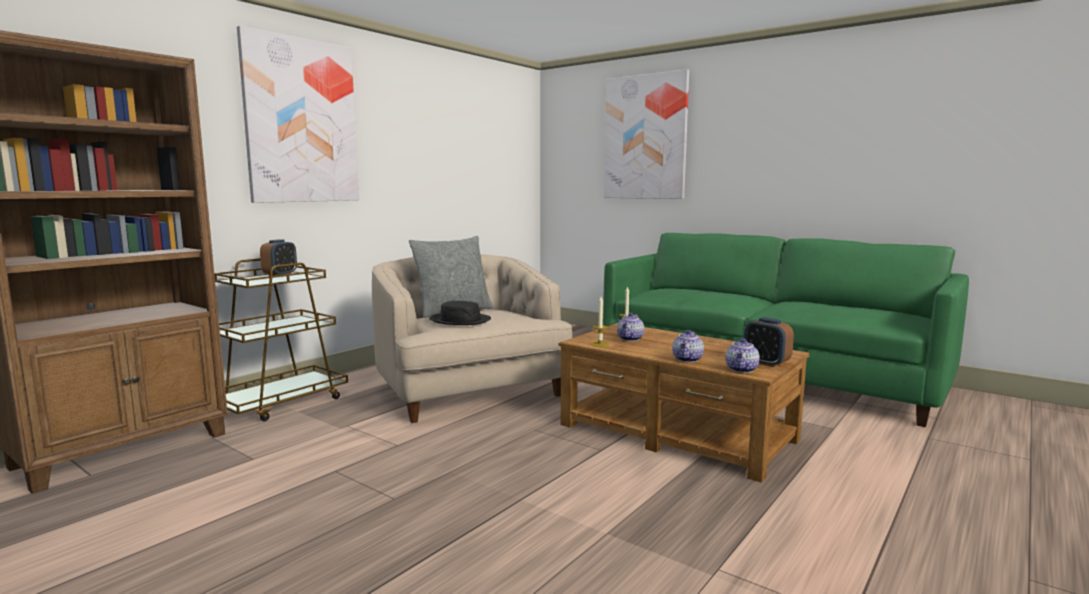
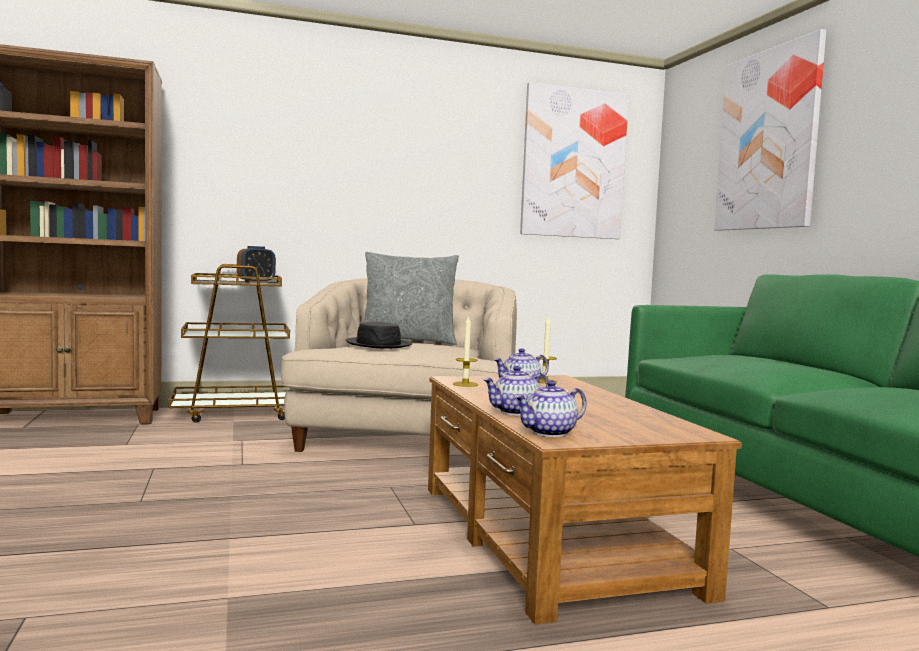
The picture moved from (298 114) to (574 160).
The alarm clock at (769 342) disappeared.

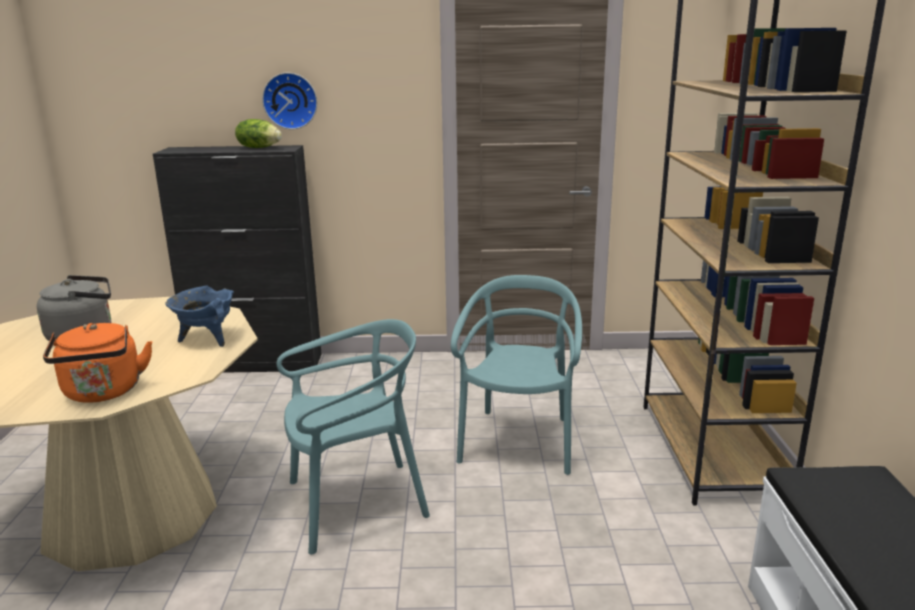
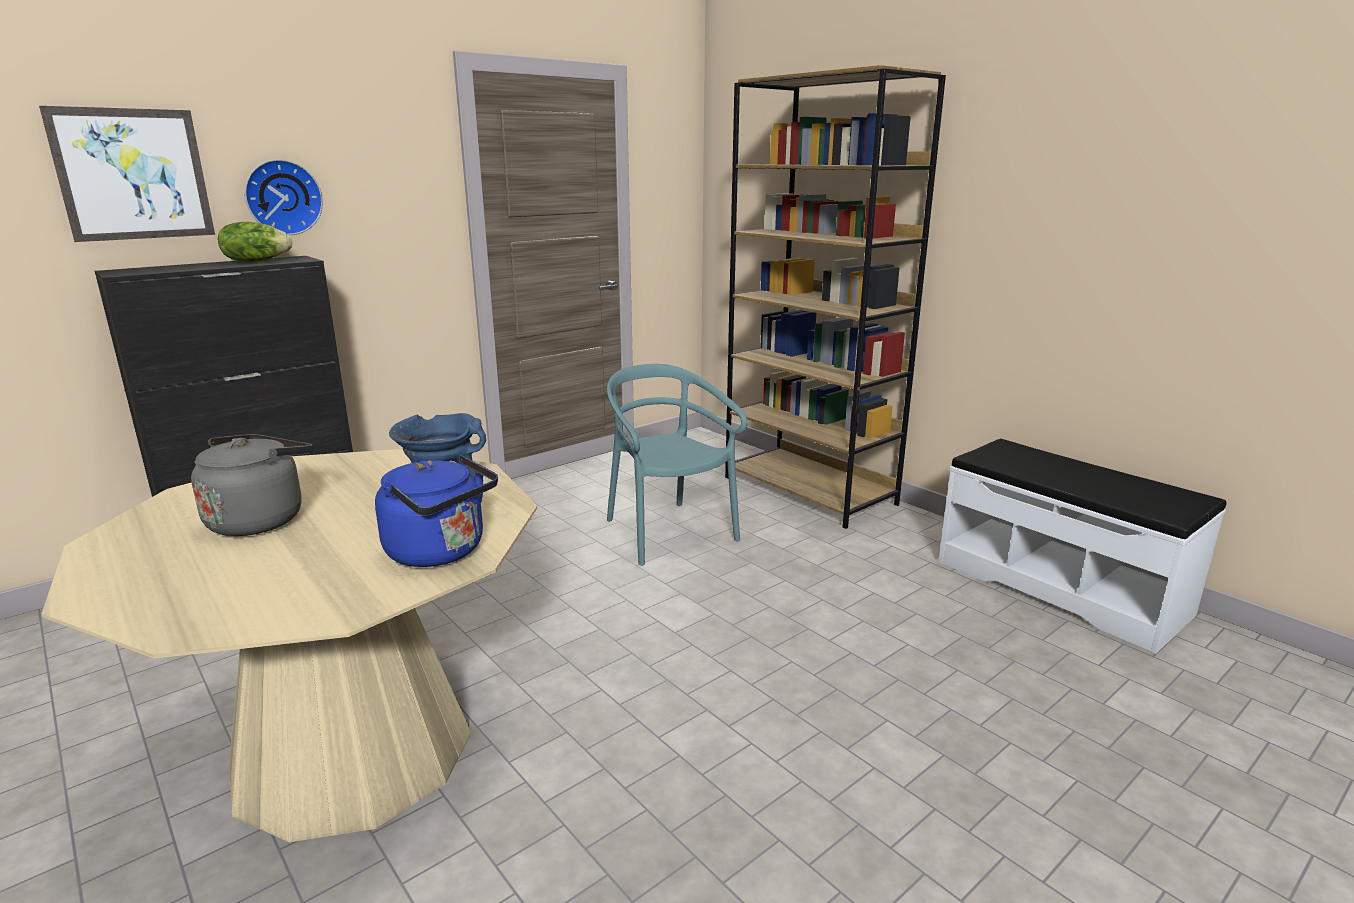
The turquoise chair at (353 436) disappeared.
The orange kettle at (98 363) became the blue kettle at (436 510).
The picture at (127 174) appeared.

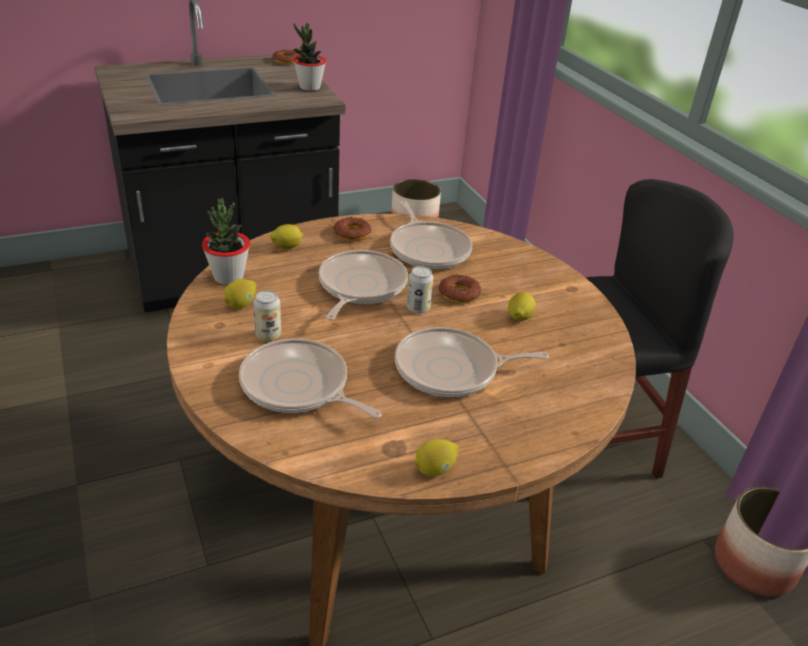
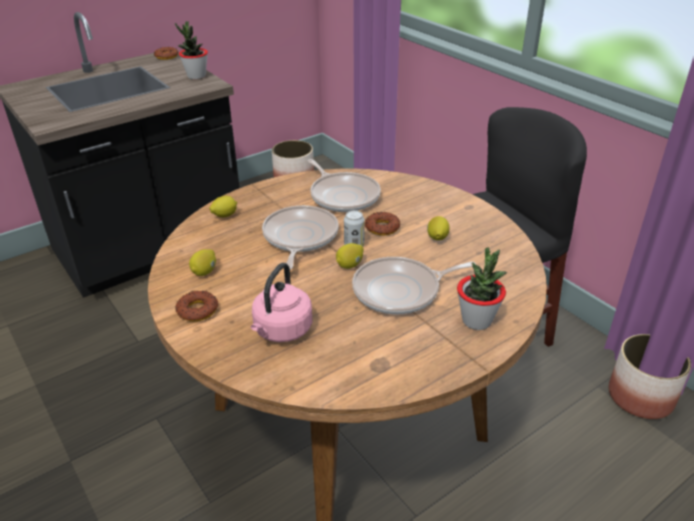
The potted plant moved from (226 241) to (482 288).
The donut moved from (352 229) to (196 306).
The can at (267 315) disappeared.
The frying pan at (310 378) was replaced by the pink kettle at (281 302).
The lemon moved from (437 457) to (350 256).

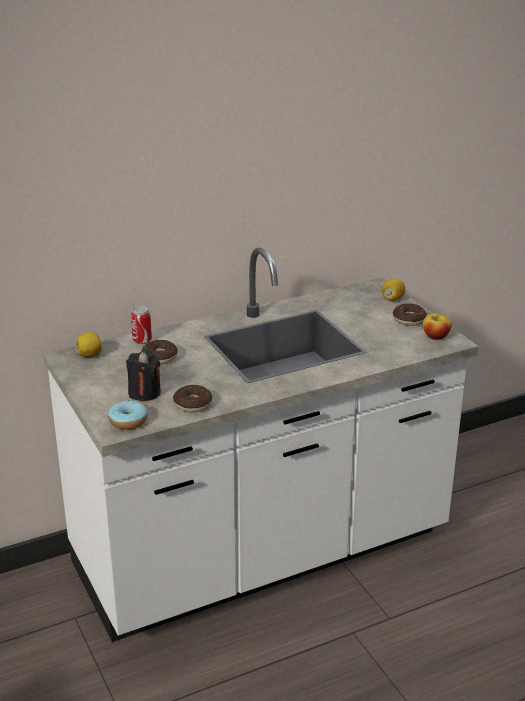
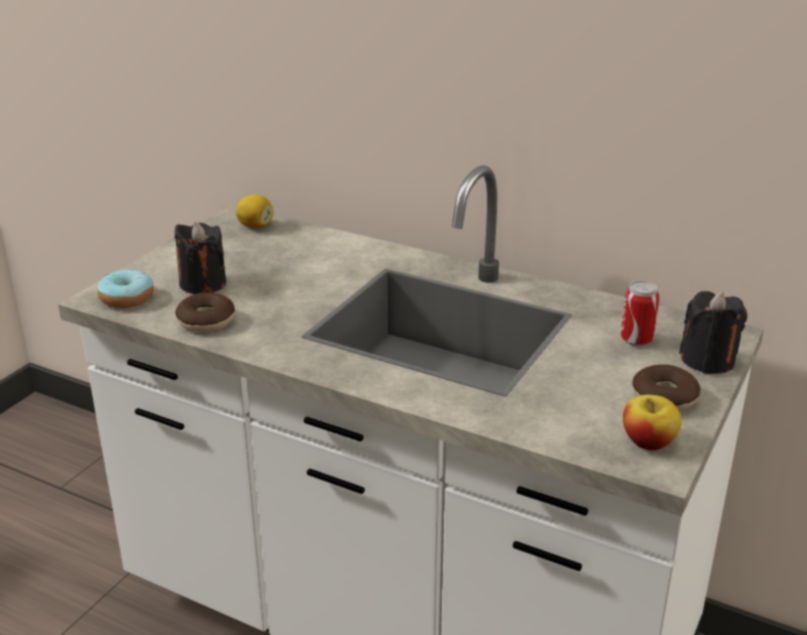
The lemon at (394 290) was replaced by the black candle at (713 332).
The can moved from (141 325) to (640 313).
The donut at (159 352) disappeared.

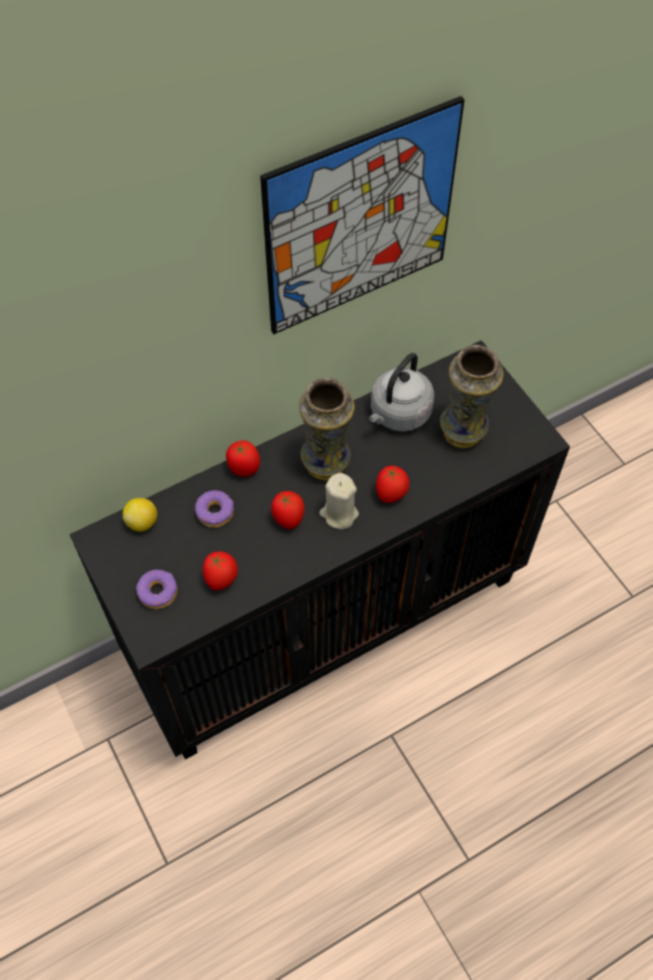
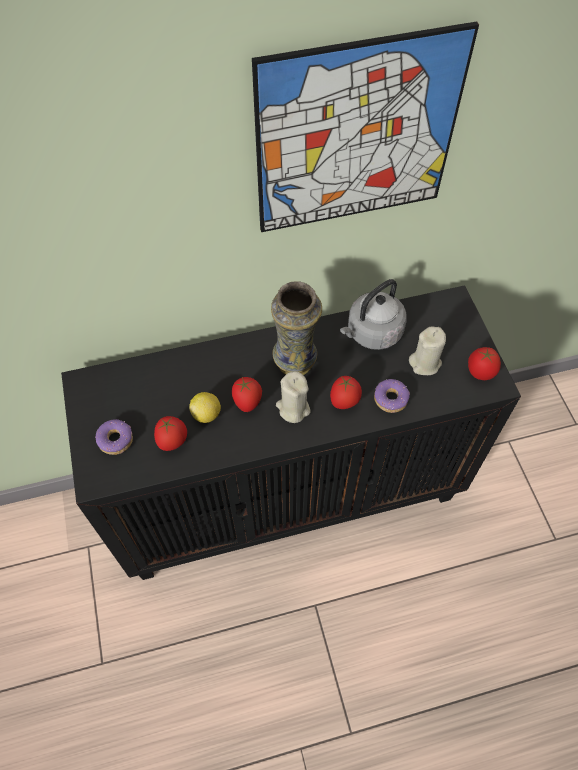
The vase at (472 397) was replaced by the beige candle at (427 350).
The tomato moved from (243 458) to (484 363).
The donut moved from (214 509) to (392 396).
The lemon moved from (140 515) to (205 407).

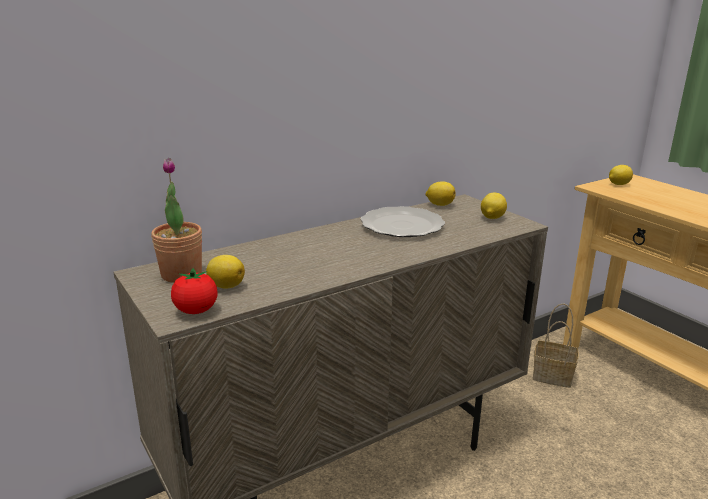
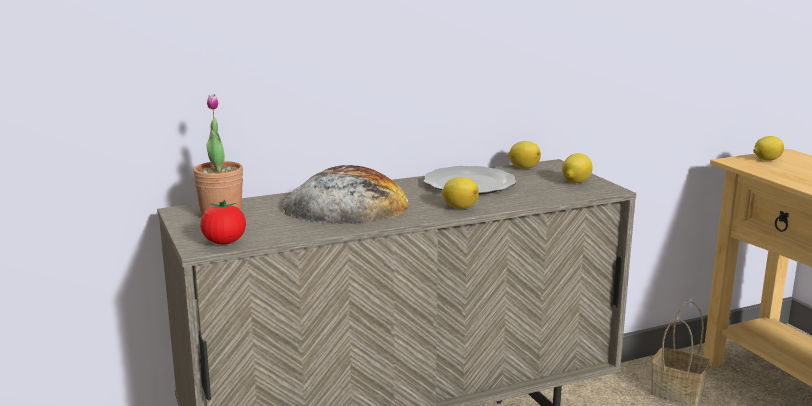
The lemon moved from (225 272) to (460 193).
The bread at (345 194) appeared.

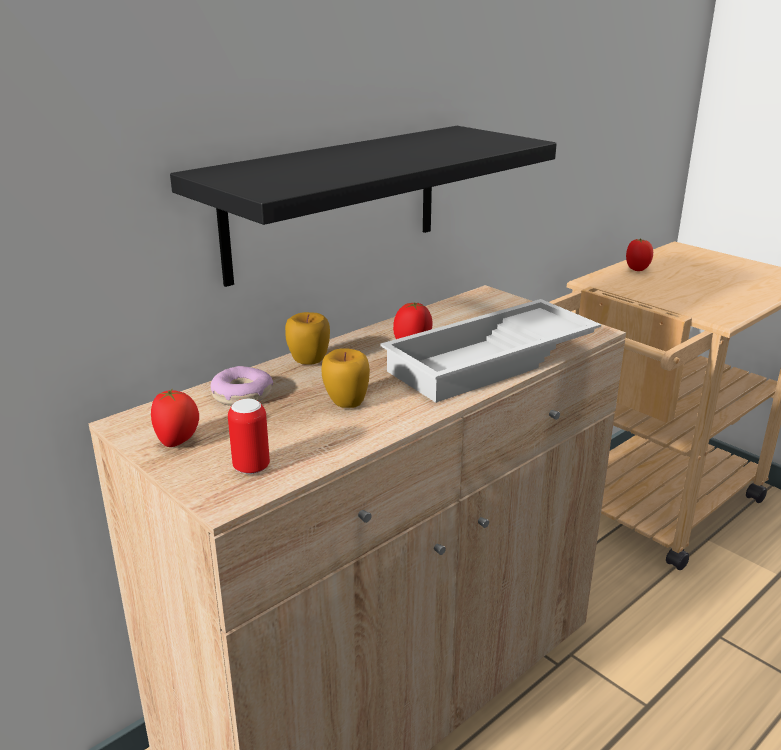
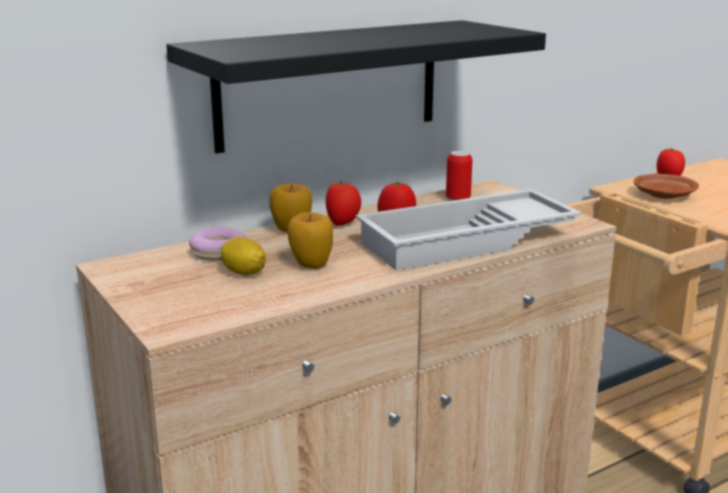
The tomato moved from (175 417) to (343 203).
The can moved from (249 436) to (459 175).
The brown plate at (666 186) appeared.
The lemon at (243 256) appeared.

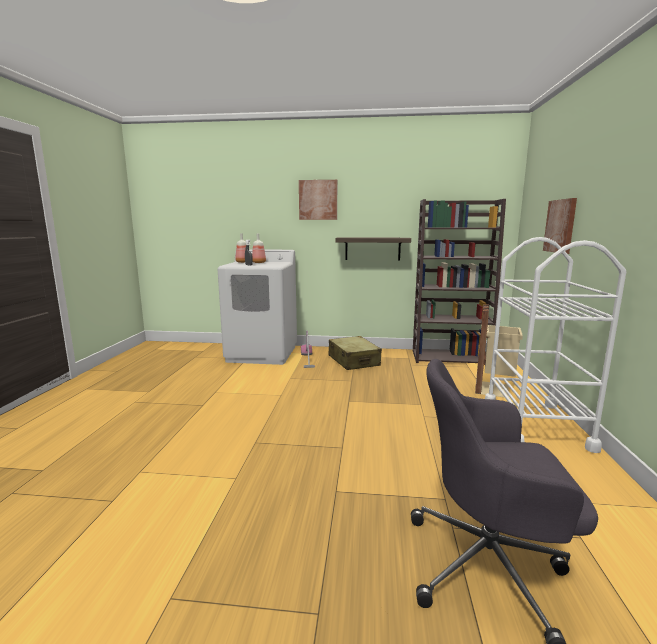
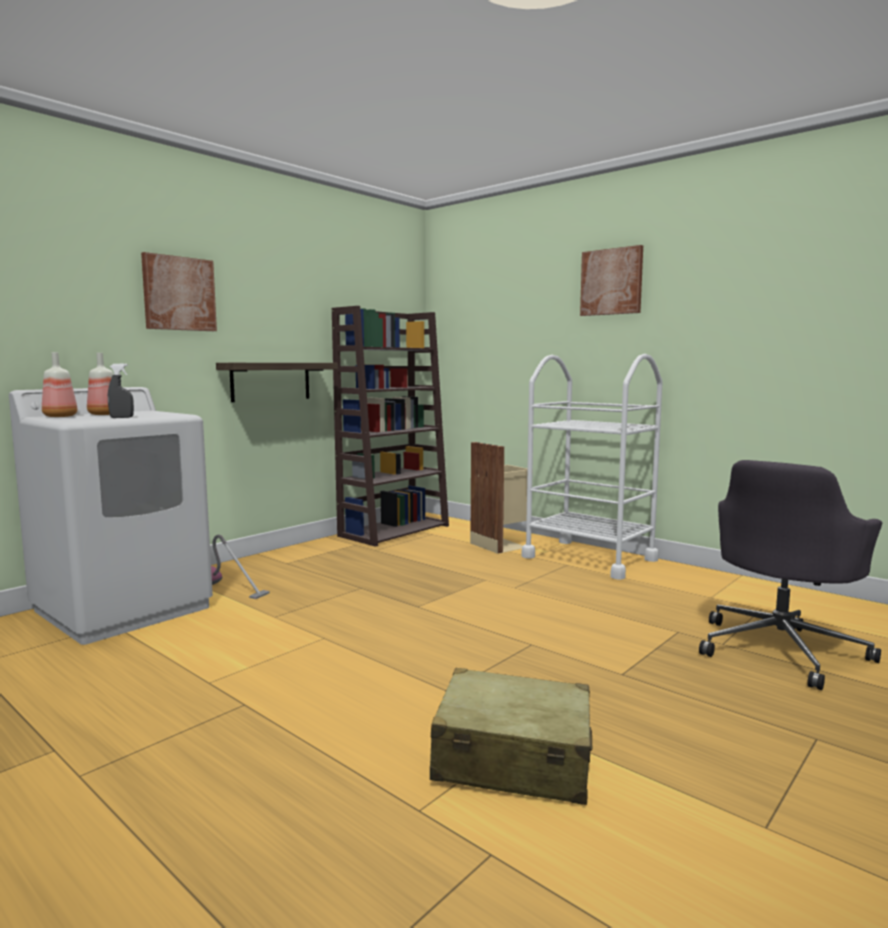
The picture moved from (560 226) to (611 280).
The beige suitcase moved from (355 353) to (511 736).

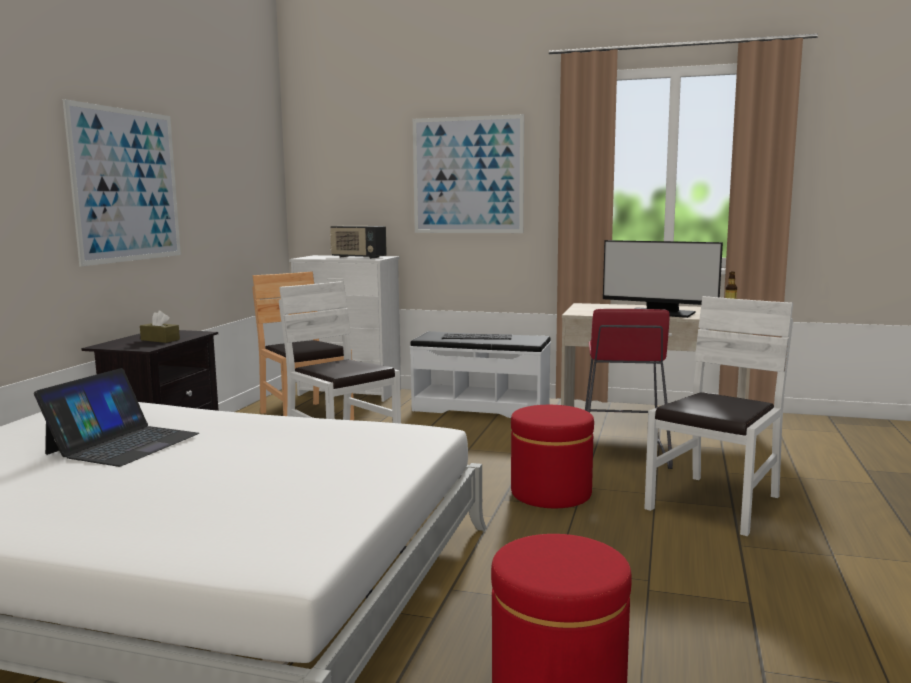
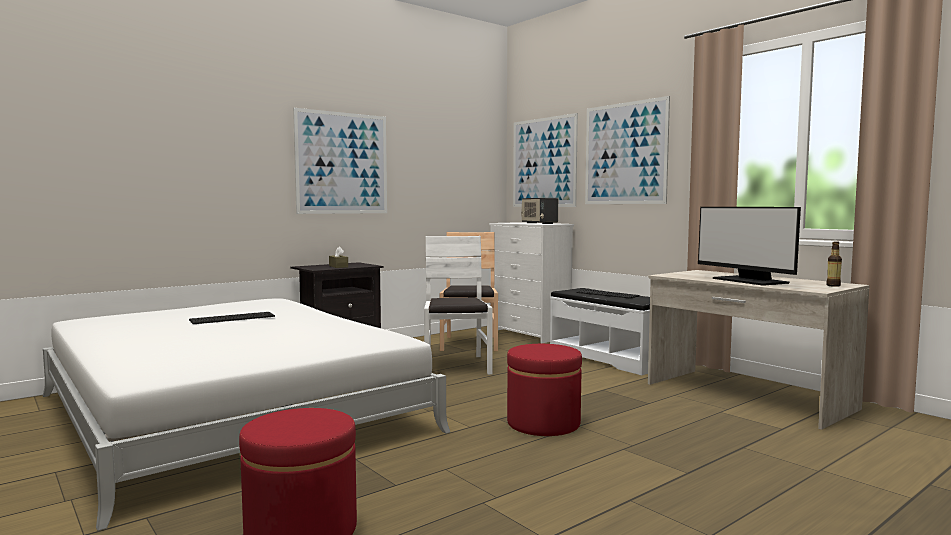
The white chair at (718 416) disappeared.
The red stool at (629 389) disappeared.
The laptop at (116 417) was replaced by the keyboard at (232 318).
The picture at (545 160) appeared.

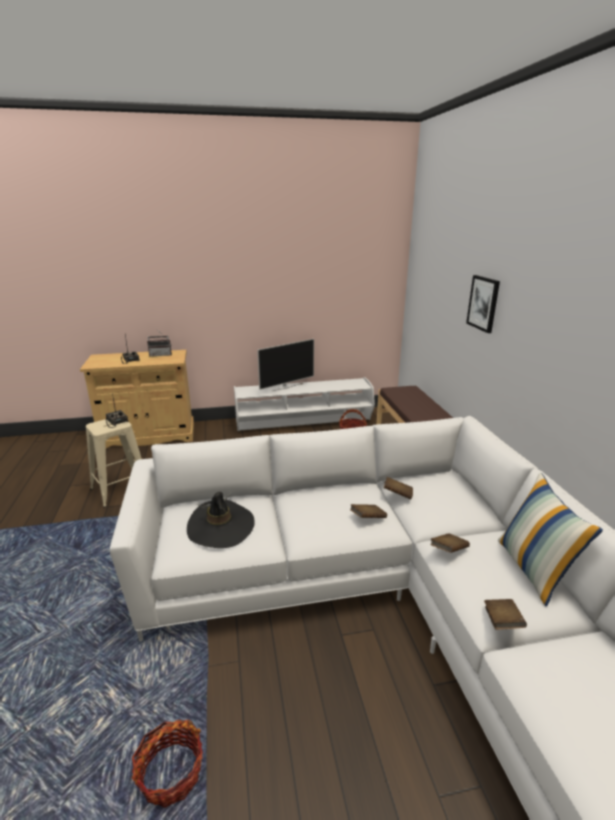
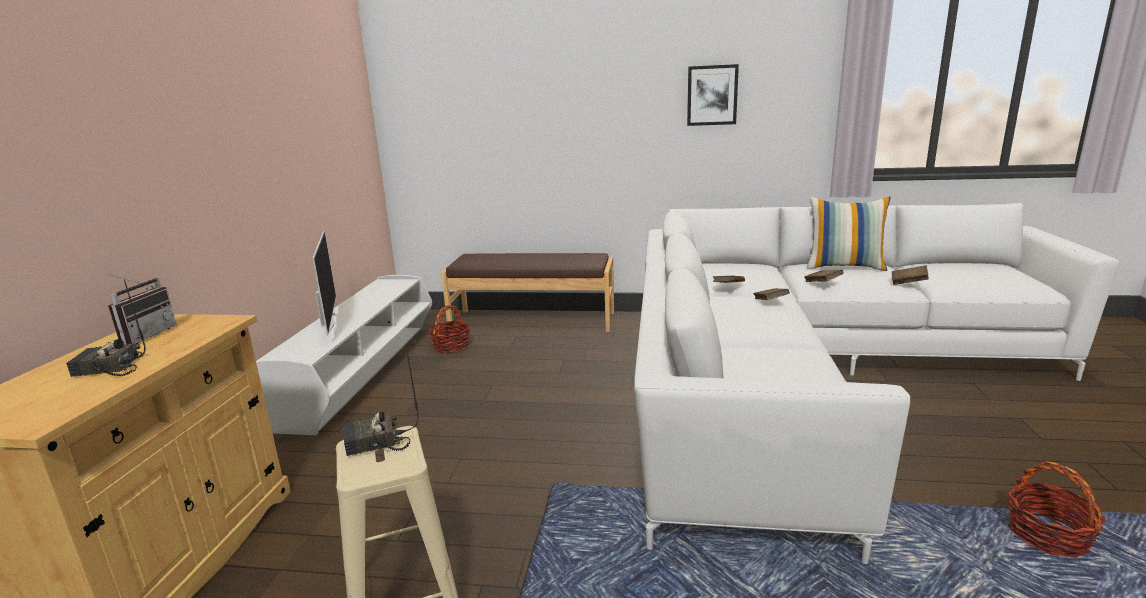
The picture moved from (483 304) to (713 95).
The black hat at (221 520) disappeared.

